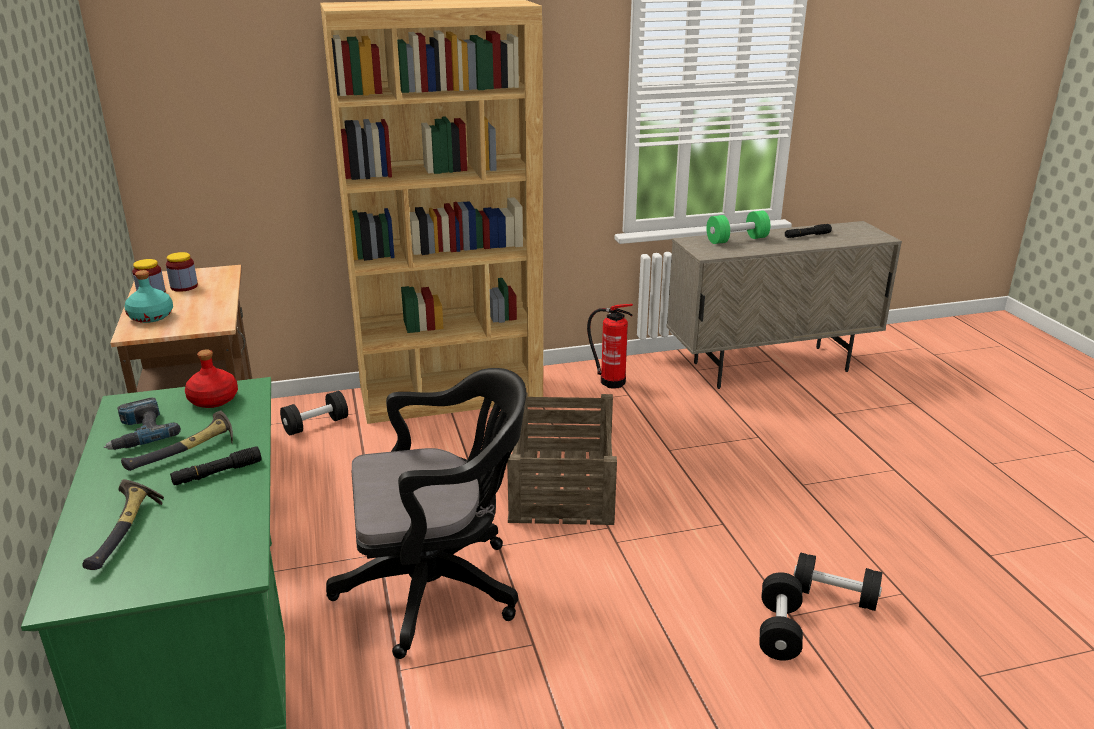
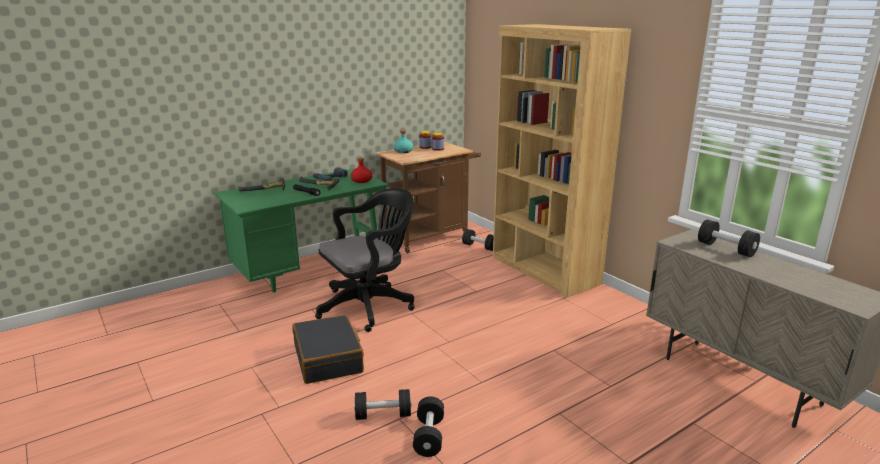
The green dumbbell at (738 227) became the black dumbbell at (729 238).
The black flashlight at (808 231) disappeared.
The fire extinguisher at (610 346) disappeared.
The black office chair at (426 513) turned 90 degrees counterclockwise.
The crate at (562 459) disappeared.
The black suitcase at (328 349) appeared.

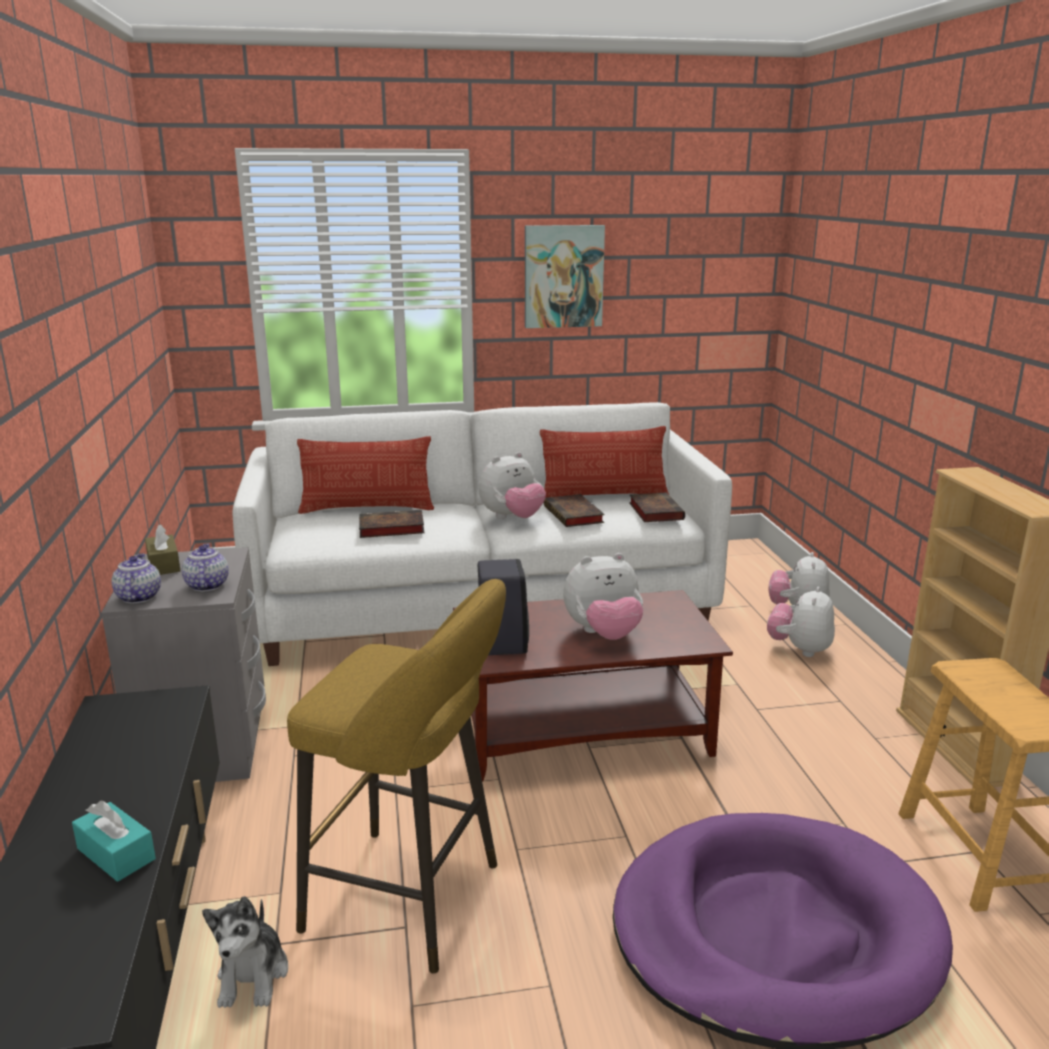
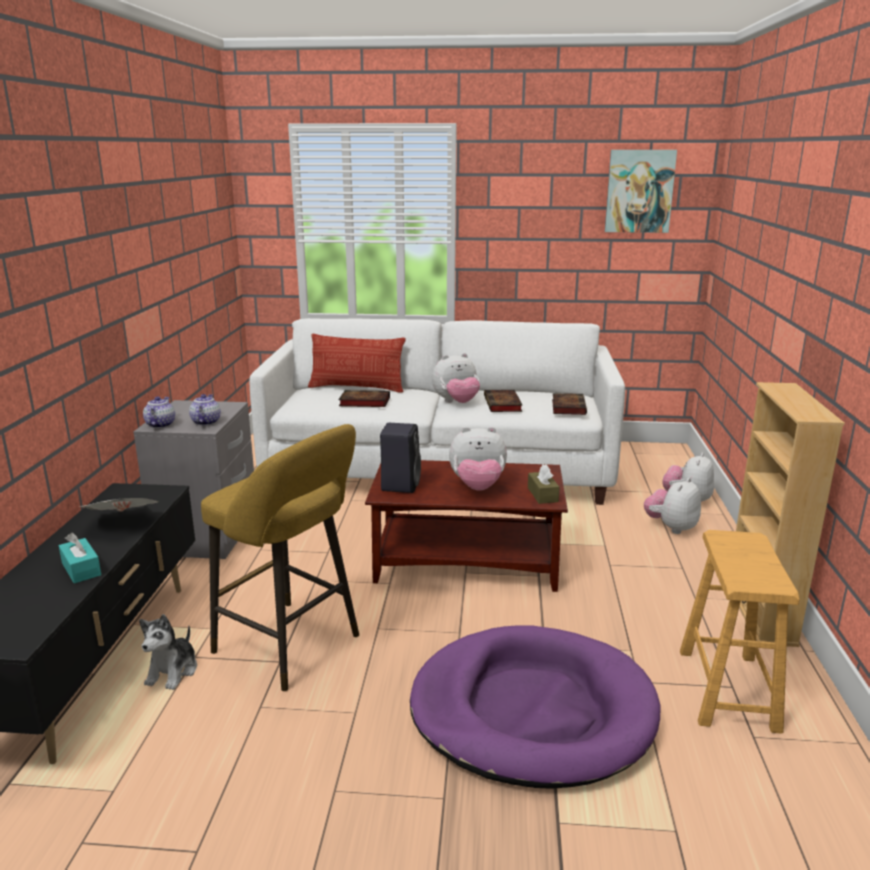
The picture moved from (565 276) to (641 191).
The pillow at (604 462) disappeared.
The brown tissue box moved from (162 549) to (544 484).
The newspaper at (119 505) appeared.

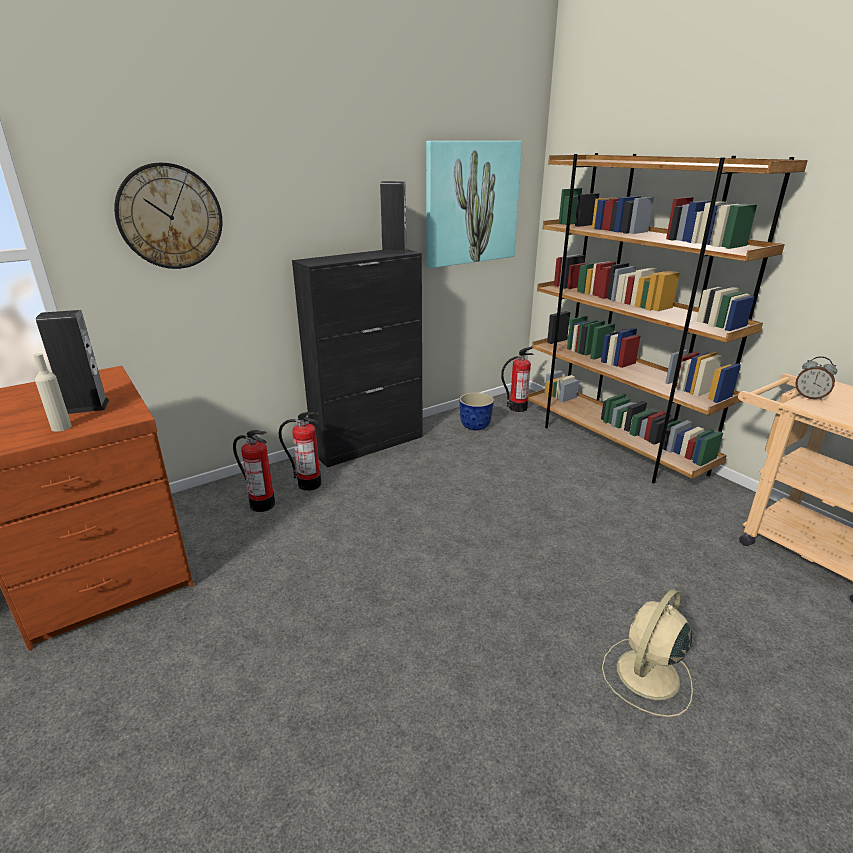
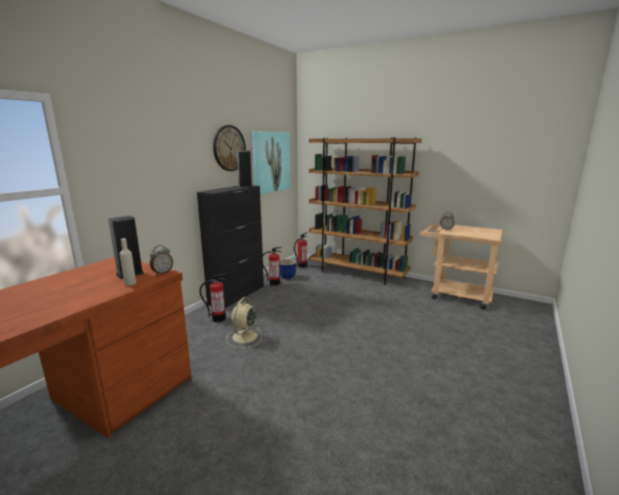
The wall clock moved from (168 216) to (229 148).
The fire extinguisher moved from (254 471) to (272 266).
The beige fan moved from (647 653) to (244 322).
The alarm clock at (161 260) appeared.

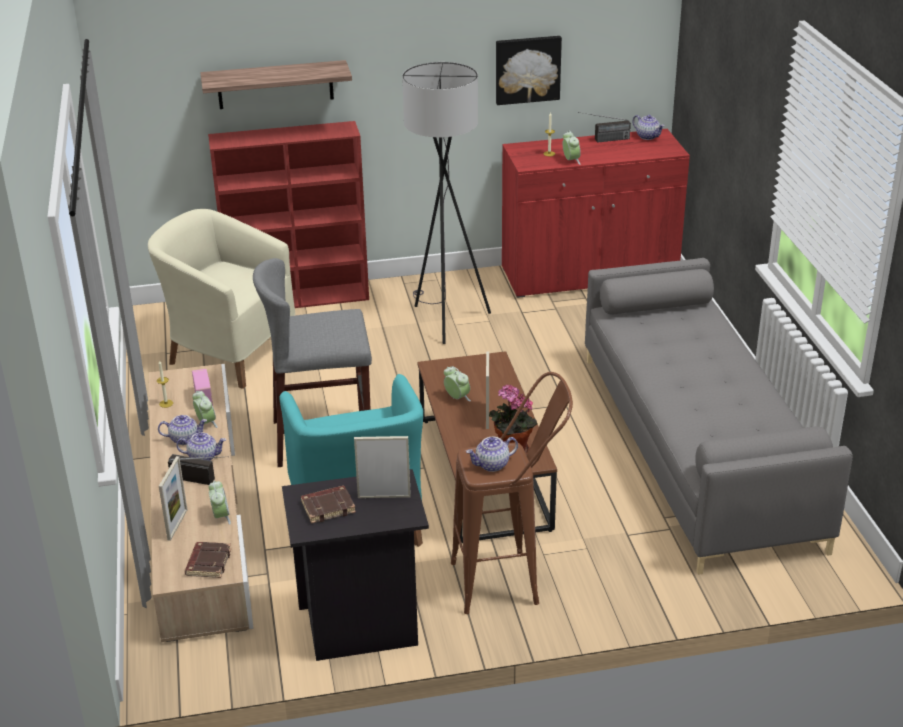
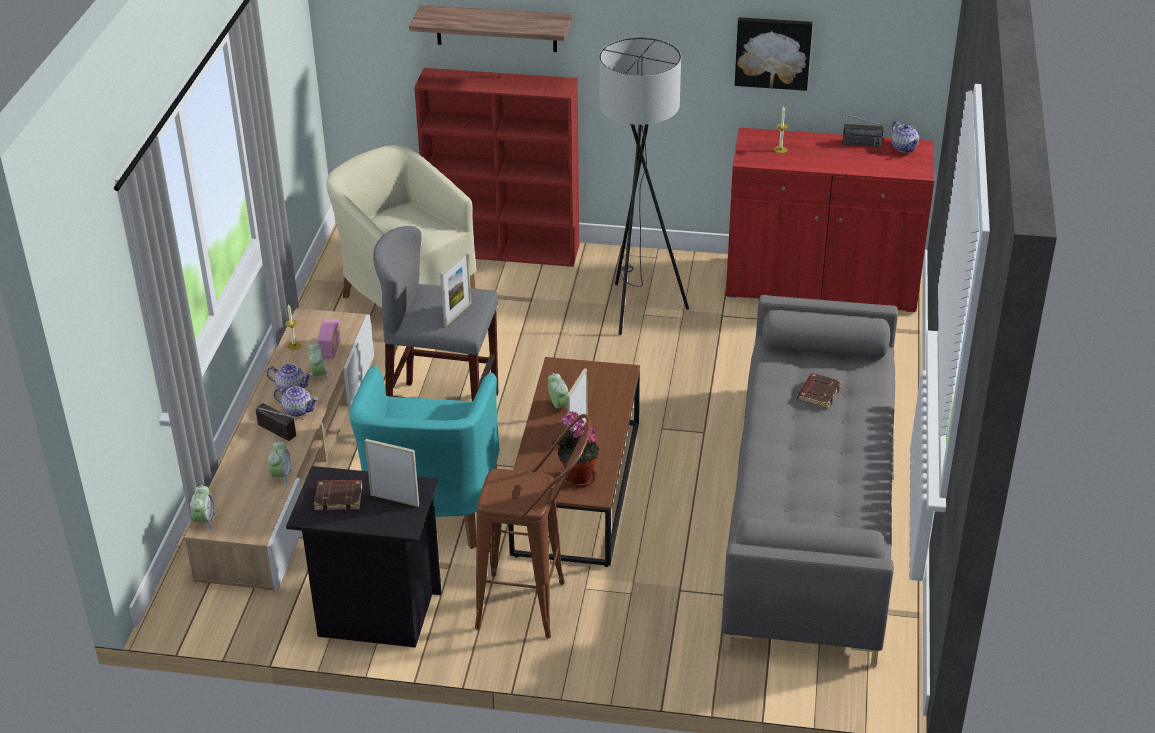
The alarm clock moved from (571 147) to (203 508).
The teapot at (492 454) disappeared.
The picture frame moved from (173 498) to (455 288).
The brown book moved from (208 560) to (819 391).

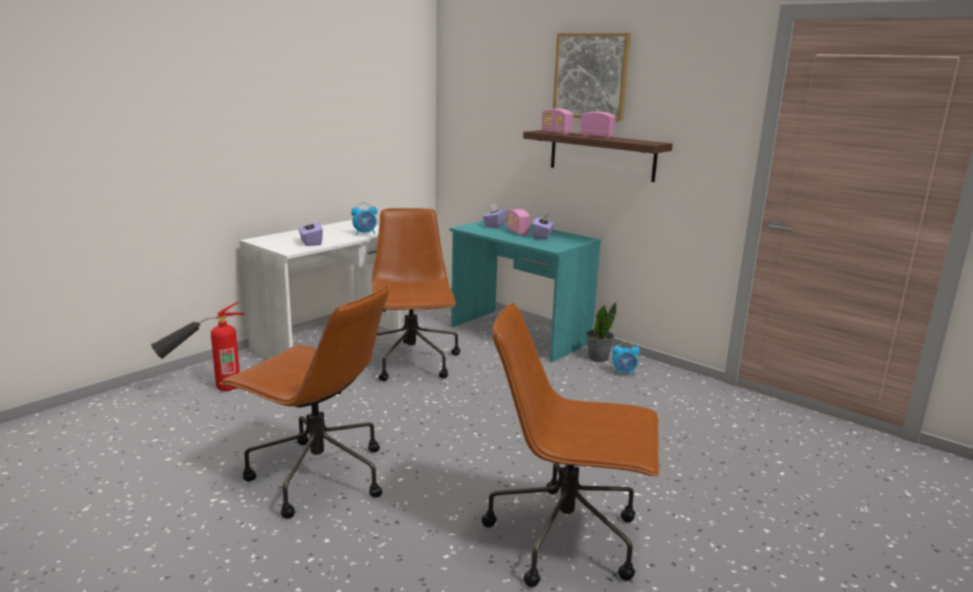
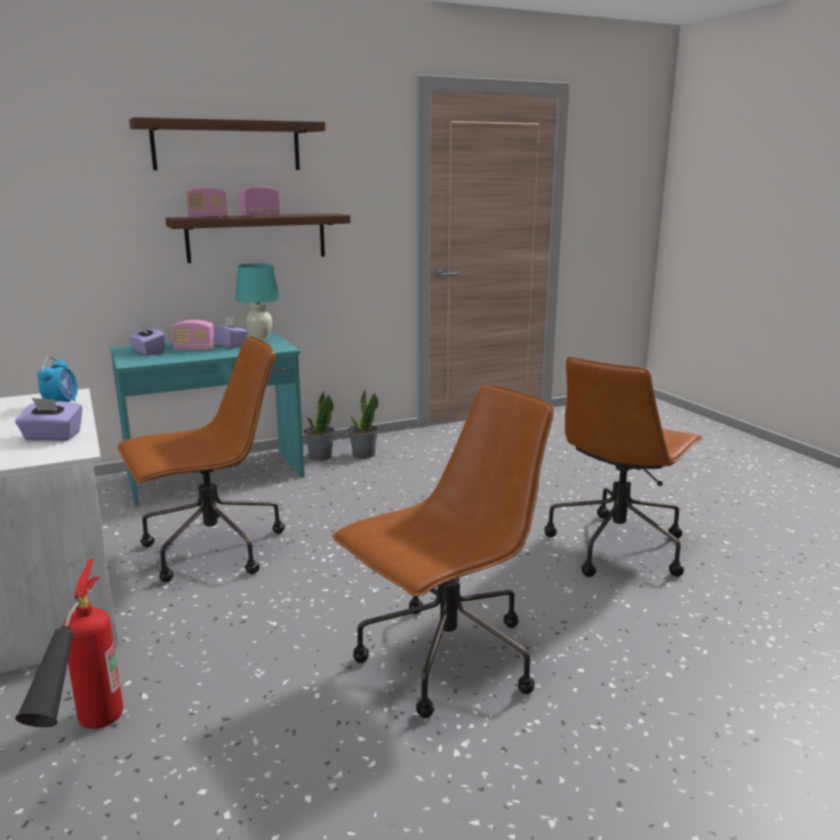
The picture at (592 77) was replaced by the shelf at (227 143).
The brown office chair at (416 294) turned 135 degrees clockwise.
The alarm clock at (626 358) was replaced by the potted plant at (363 424).
The turquoise table lamp at (257 301) appeared.

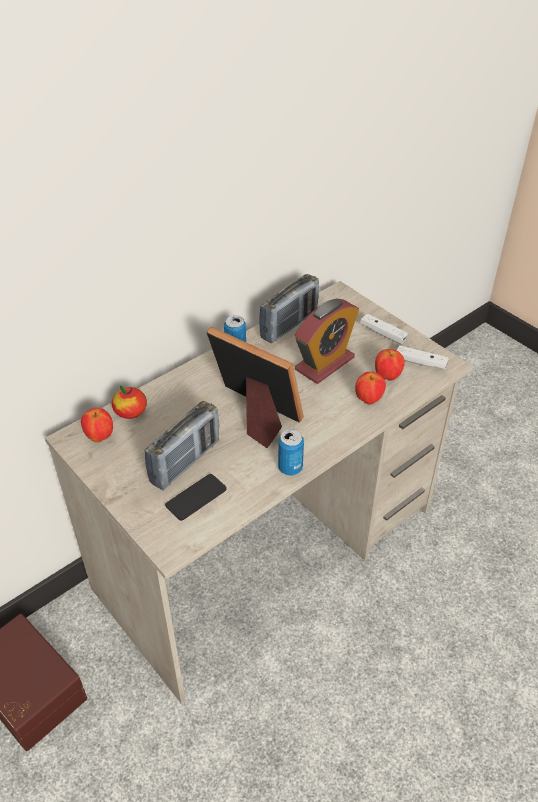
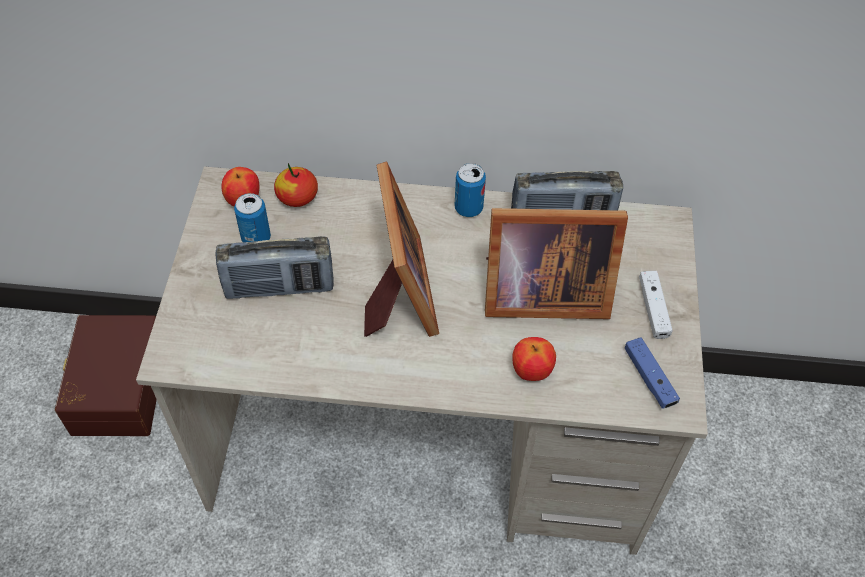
The alarm clock at (327 341) was replaced by the picture frame at (556 263).
The white game controller at (423 357) became the blue game controller at (652 373).
The apple at (390 365) disappeared.
The can moved from (291 452) to (252 217).
The phone at (196 497) disappeared.

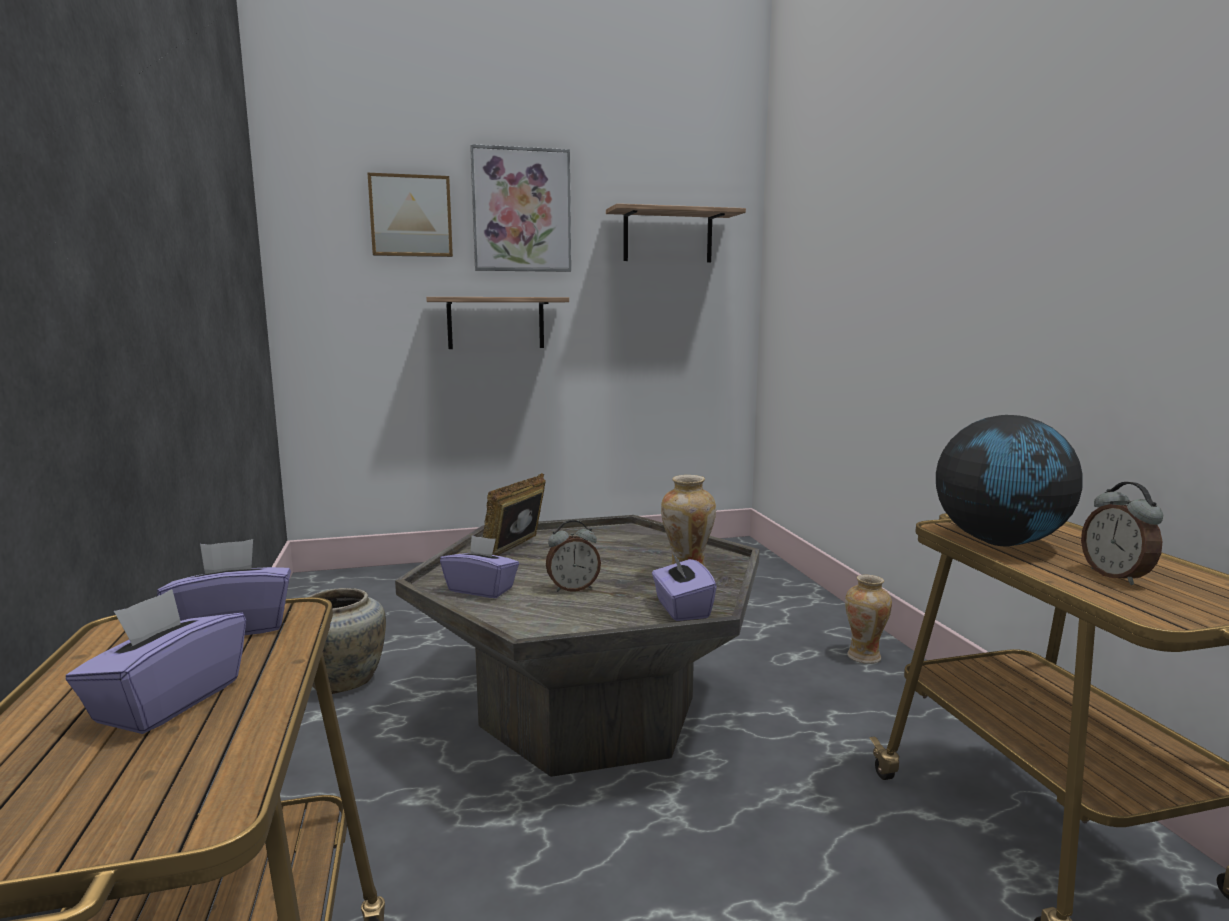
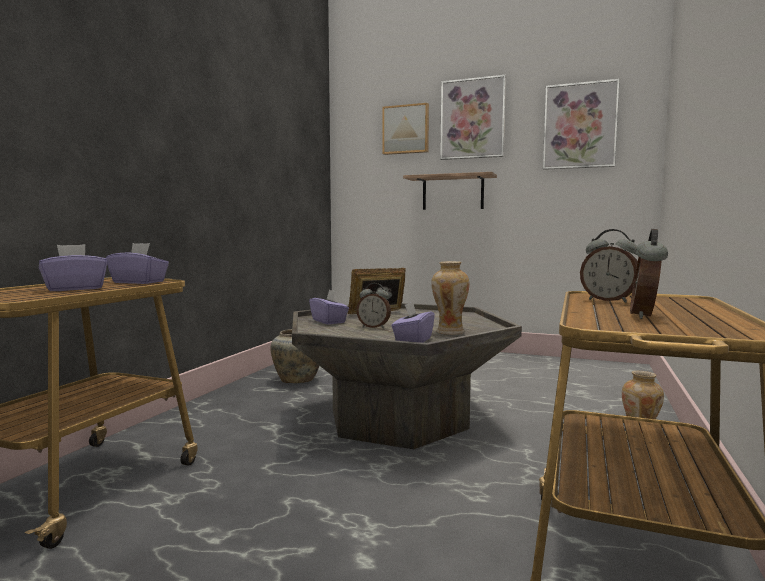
The shelf at (676 233) was replaced by the picture at (581 124).
The globe at (1009 480) was replaced by the alarm clock at (609 266).

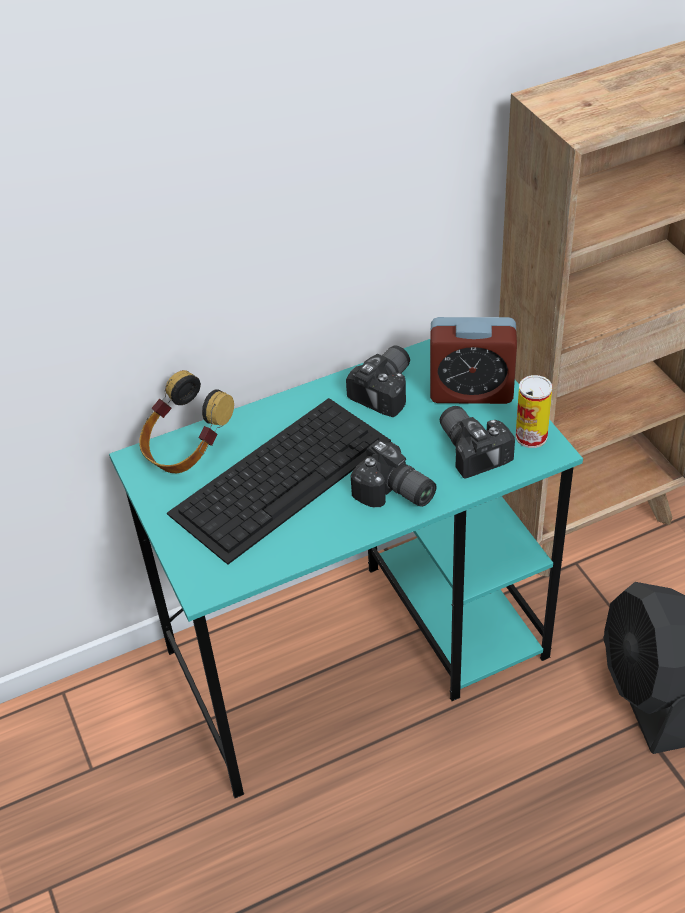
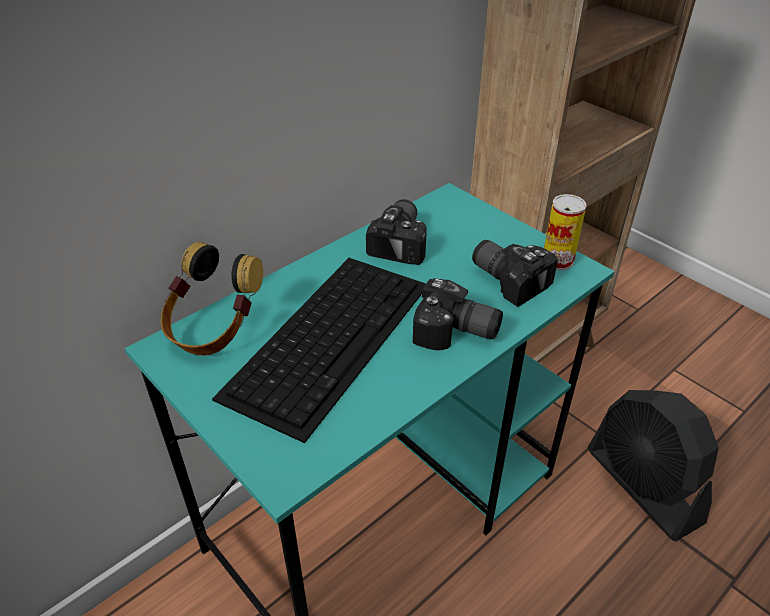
The alarm clock at (473 360) disappeared.

